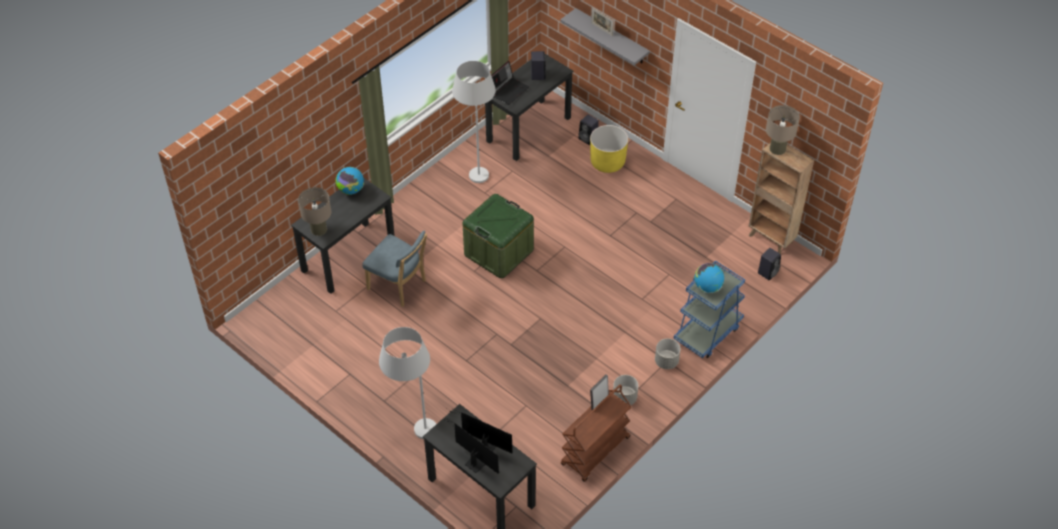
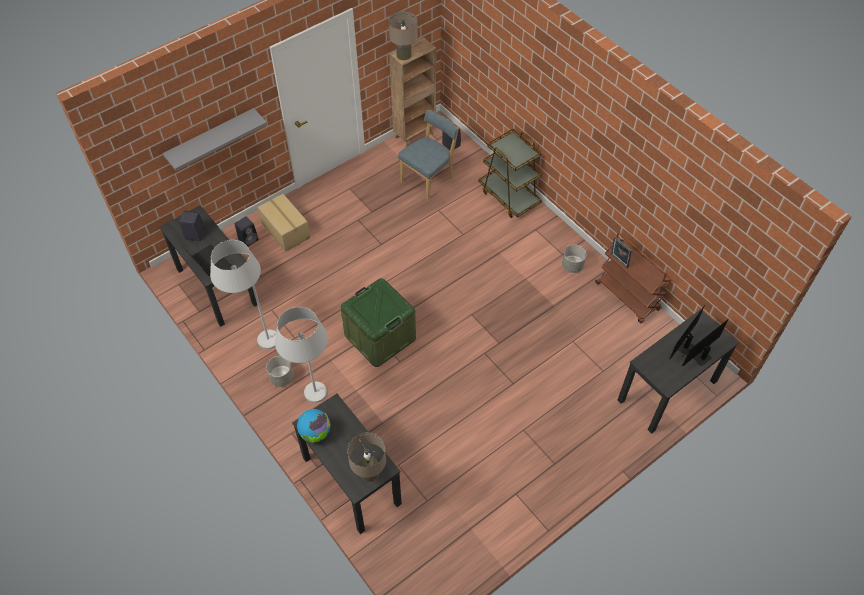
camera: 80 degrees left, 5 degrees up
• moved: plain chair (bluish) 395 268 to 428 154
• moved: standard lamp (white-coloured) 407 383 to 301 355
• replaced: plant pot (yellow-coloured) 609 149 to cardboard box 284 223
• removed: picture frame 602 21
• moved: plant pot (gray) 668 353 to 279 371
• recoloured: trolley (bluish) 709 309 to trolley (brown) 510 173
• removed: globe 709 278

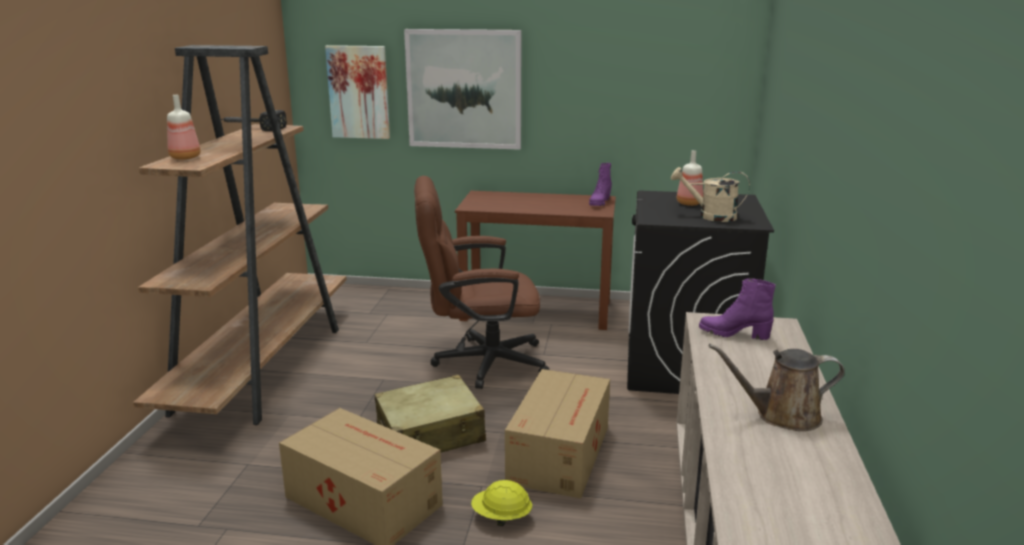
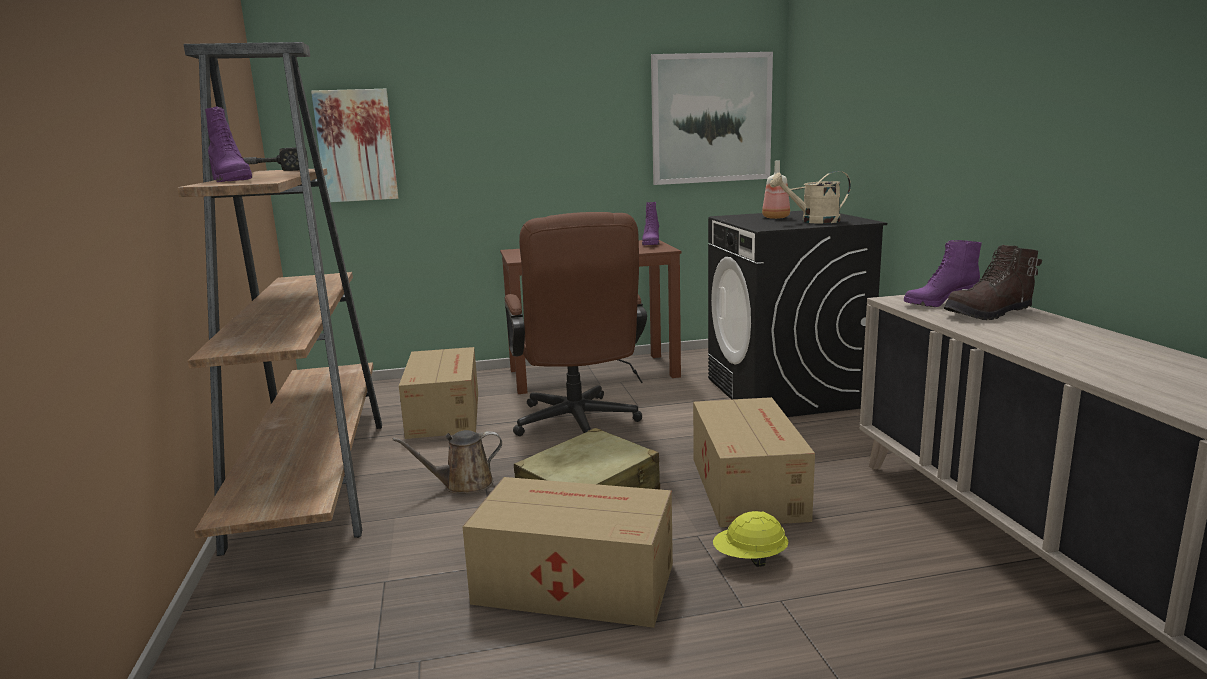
camera: 20 degrees left, 5 degrees down
• replaced: drink bottle 184 127 to boot (purple-coloured) 228 144
• moved: picture 463 89 to 712 118
• turned: desk chair (brown) 482 282 = 575 324 75 degrees counterclockwise
• moved: watering can (brown) 777 387 to 447 462
• added: cardboard box 438 393
• added: boot (brown) 993 282

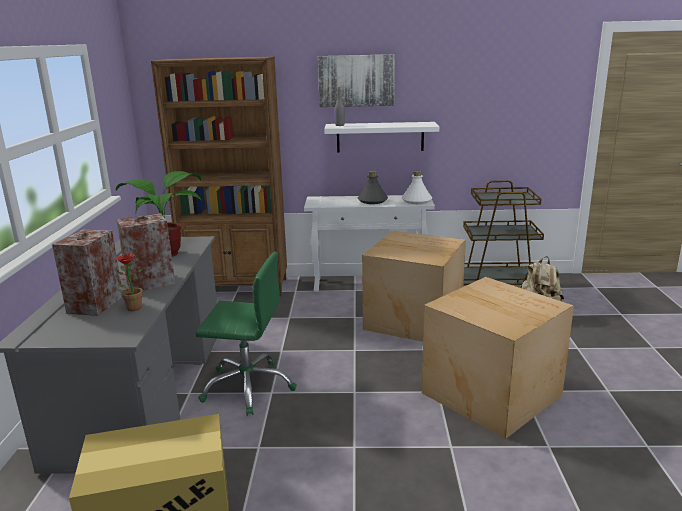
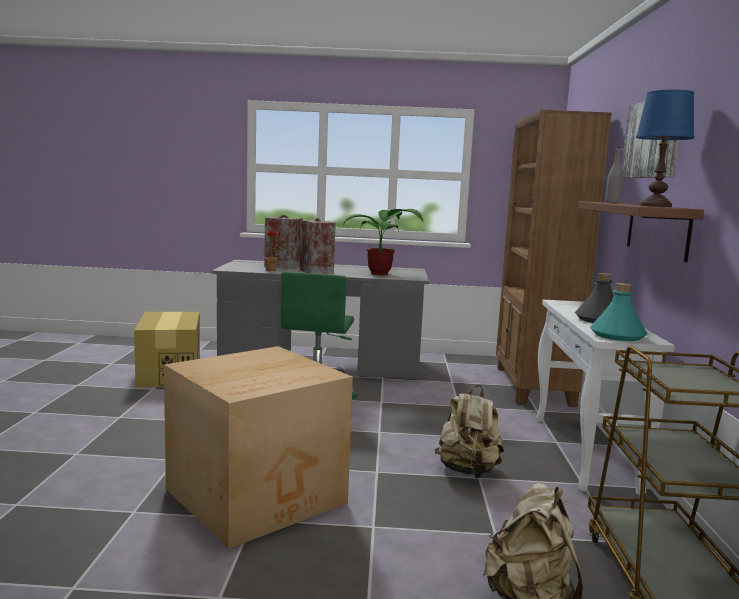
camera: 90 degrees right, 10 degrees down
• recoloured: bracket shelf (white-coloured) 381 137 to bracket shelf (brown) 641 231
• replaced: cardboard box 414 286 to rucksack (beige-coloured) 469 431
• recoloured: drink bottle (white-coloured) 417 187 to drink bottle (turquoise) 619 312
• added: table lamp (bluish) 665 148

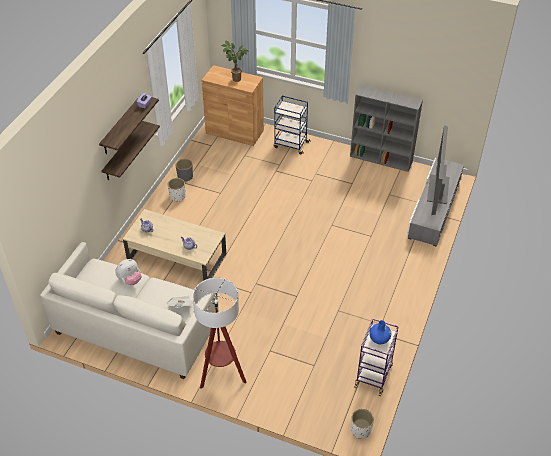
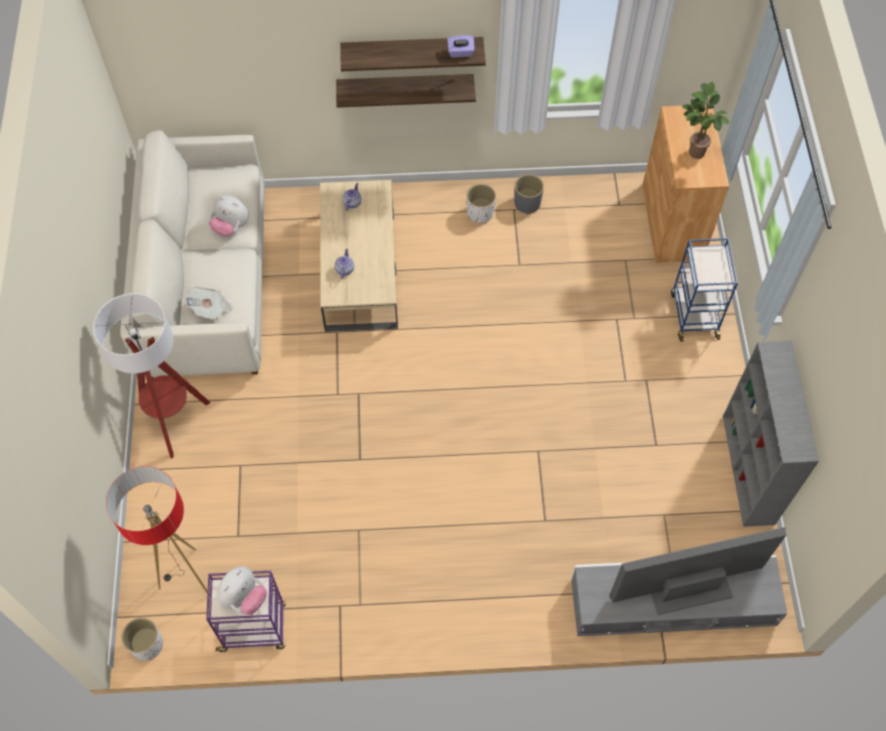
camera: 65 degrees right, 15 degrees up
• replaced: flower vase (bluish) 380 332 to cuddly toy 242 590
• added: standard lamp 158 531

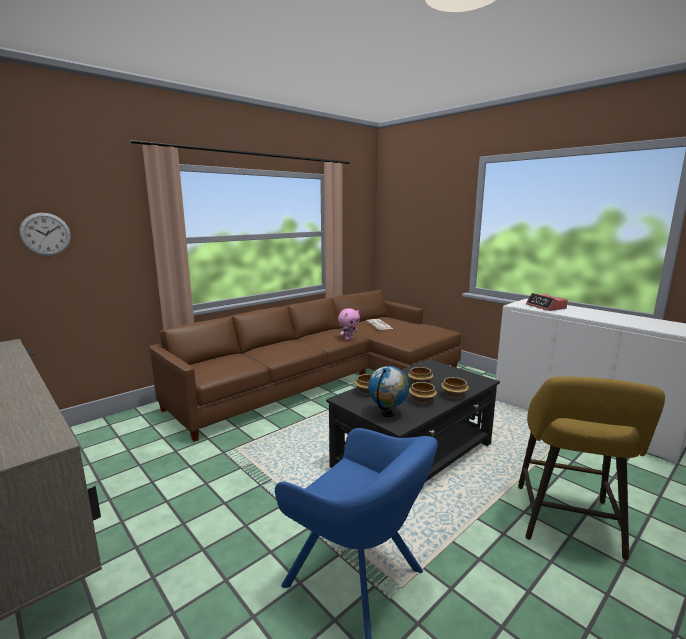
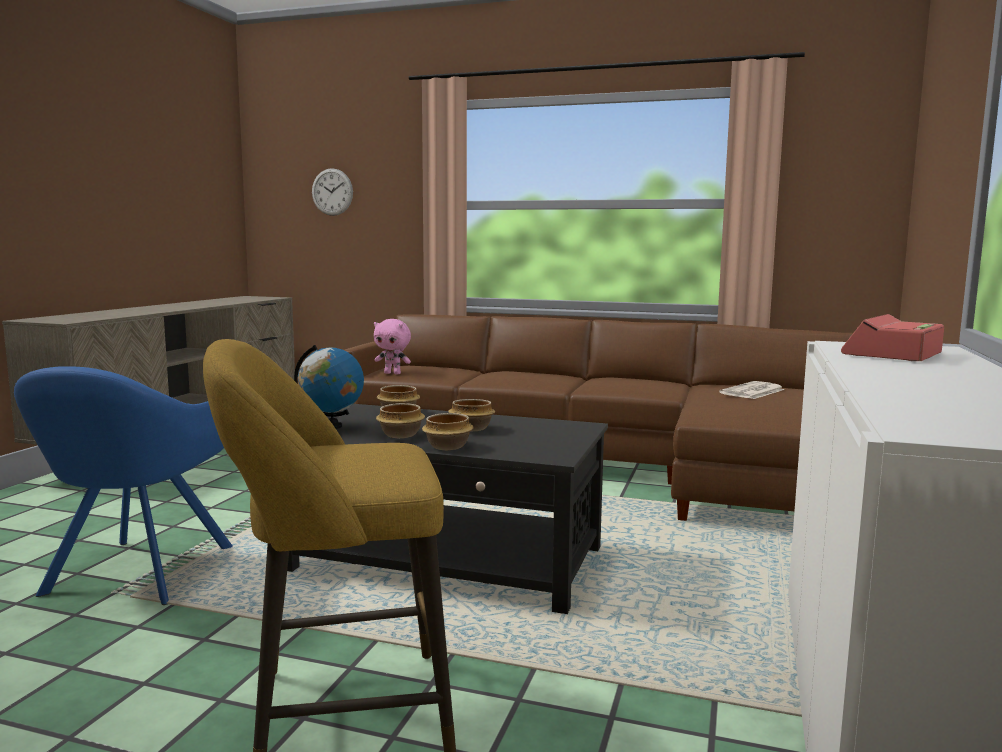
camera: 60 degrees right, 5 degrees down
• moved: cuddly toy (pinkish) 349 324 to 392 347

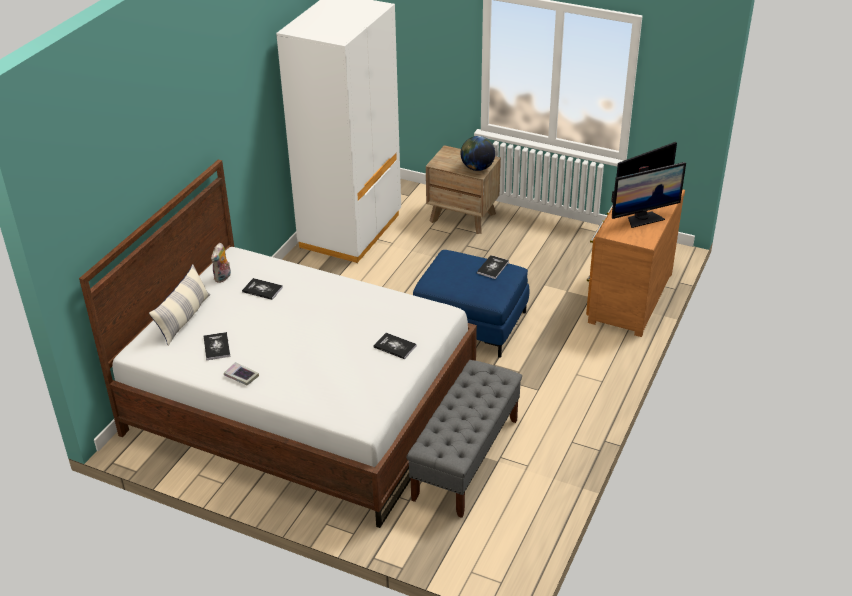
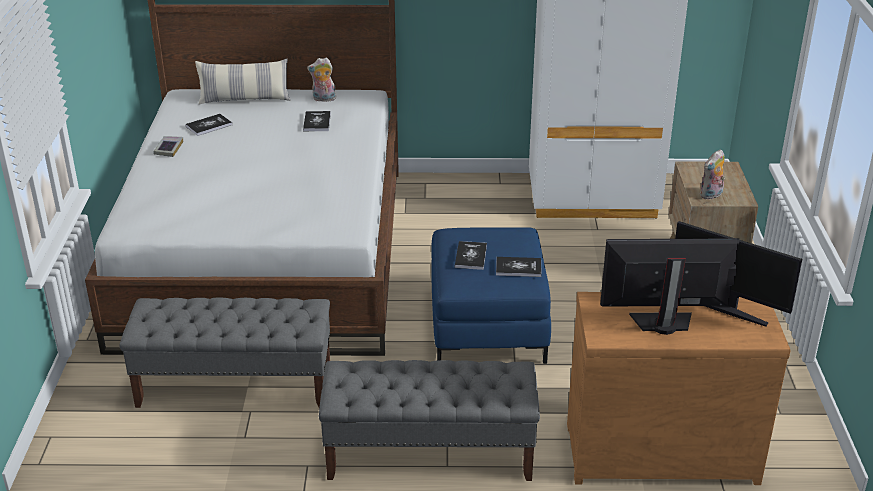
camera: 65 degrees right, 5 degrees down
• moved: bound book 395 346 to 471 255
• replaced: globe 478 153 to cuddly toy 712 174
• turned: computer display 648 195 = 670 286 135 degrees clockwise
• added: long seat (gray) 429 420

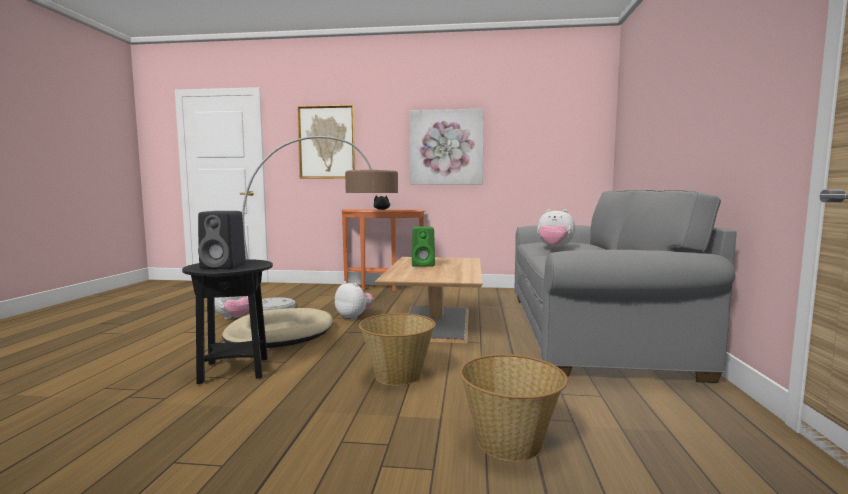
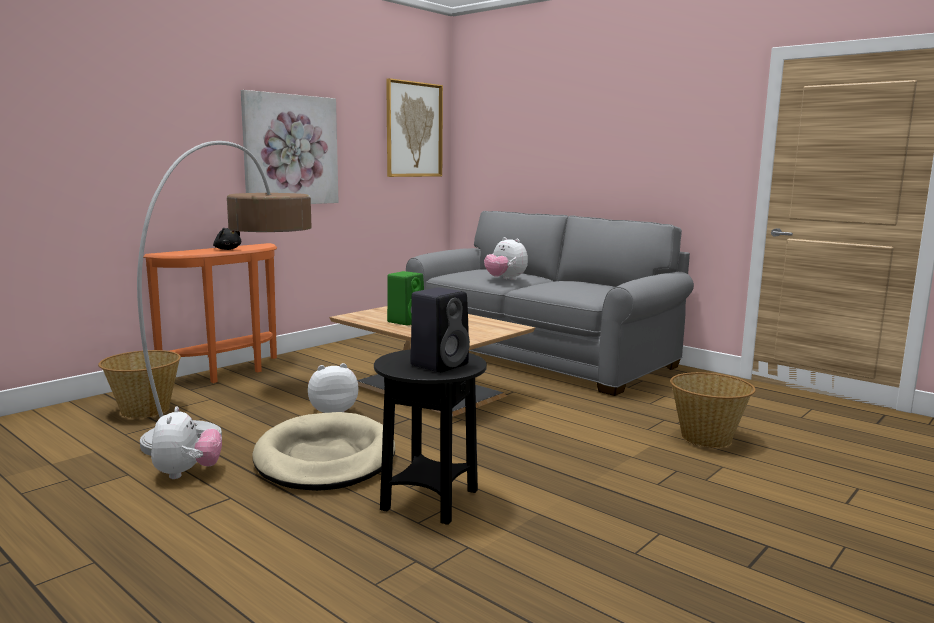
camera: 55 degrees left, 5 degrees up
• moved: picture 326 142 to 414 127
• moved: household basket 397 349 to 139 384
• turned: cuddly toy 556 229 = 506 258 75 degrees clockwise

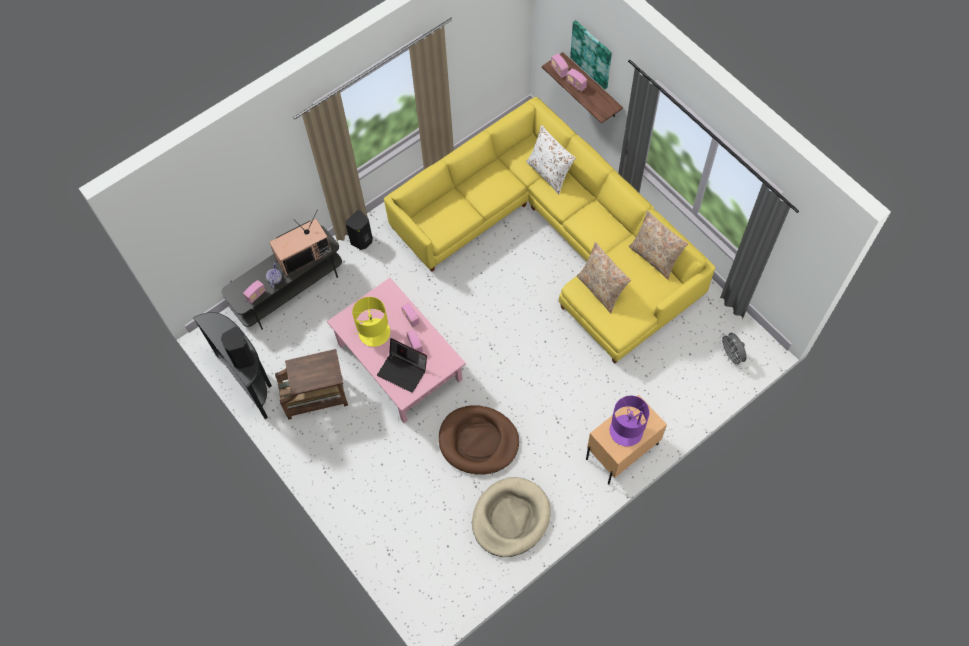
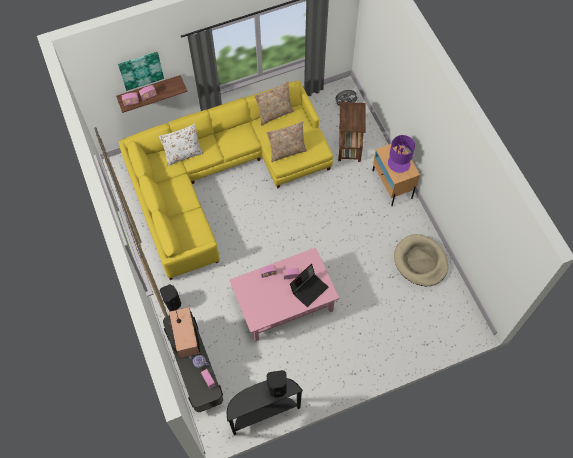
camera: 75 degrees left, 0 degrees up
• moved: side table (brown) 311 384 to 352 132
• removed: table lamp (yellow-coloured) 371 322
• removed: dog cushion (brown) 479 440

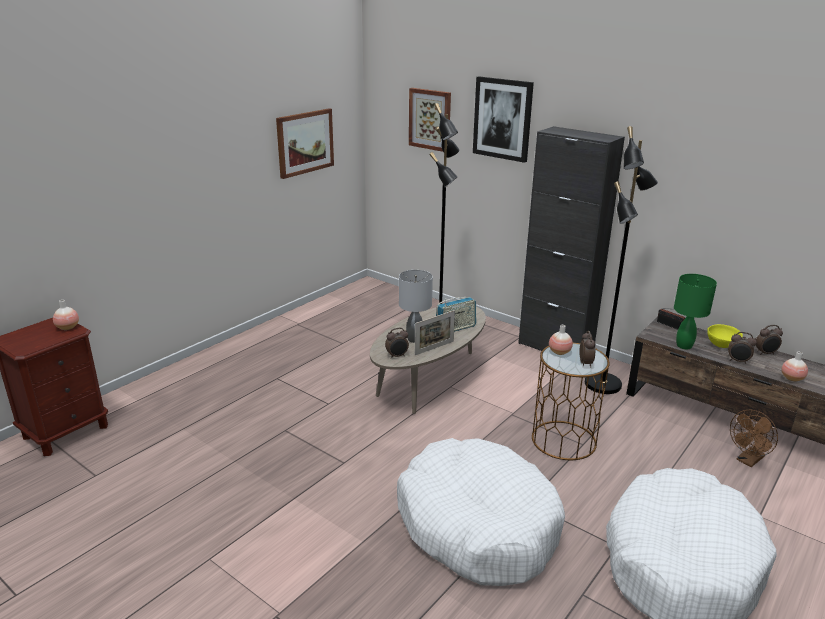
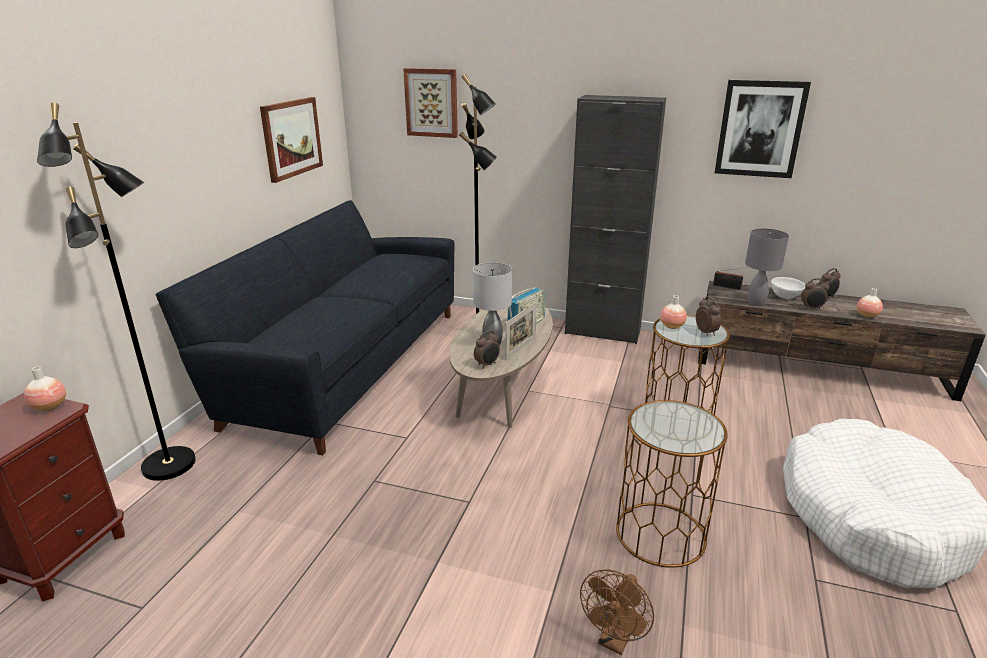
camera: 20 degrees left, 0 degrees up
• replaced: dog cushion (white-coloured) 481 512 to side table (brown) 672 484
• moved: picture 503 120 to 763 129
• moved: standard lamp (black) 621 260 to 116 291
• recoloured: table lamp (green-coloured) 695 311 to table lamp (gray) 767 267
• recoloured: bowl (yellow-coloured) 725 336 to bowl (white-coloured) 788 288
• moved: fan (brown) 754 438 to 617 612
• added: sofa (black) 305 328

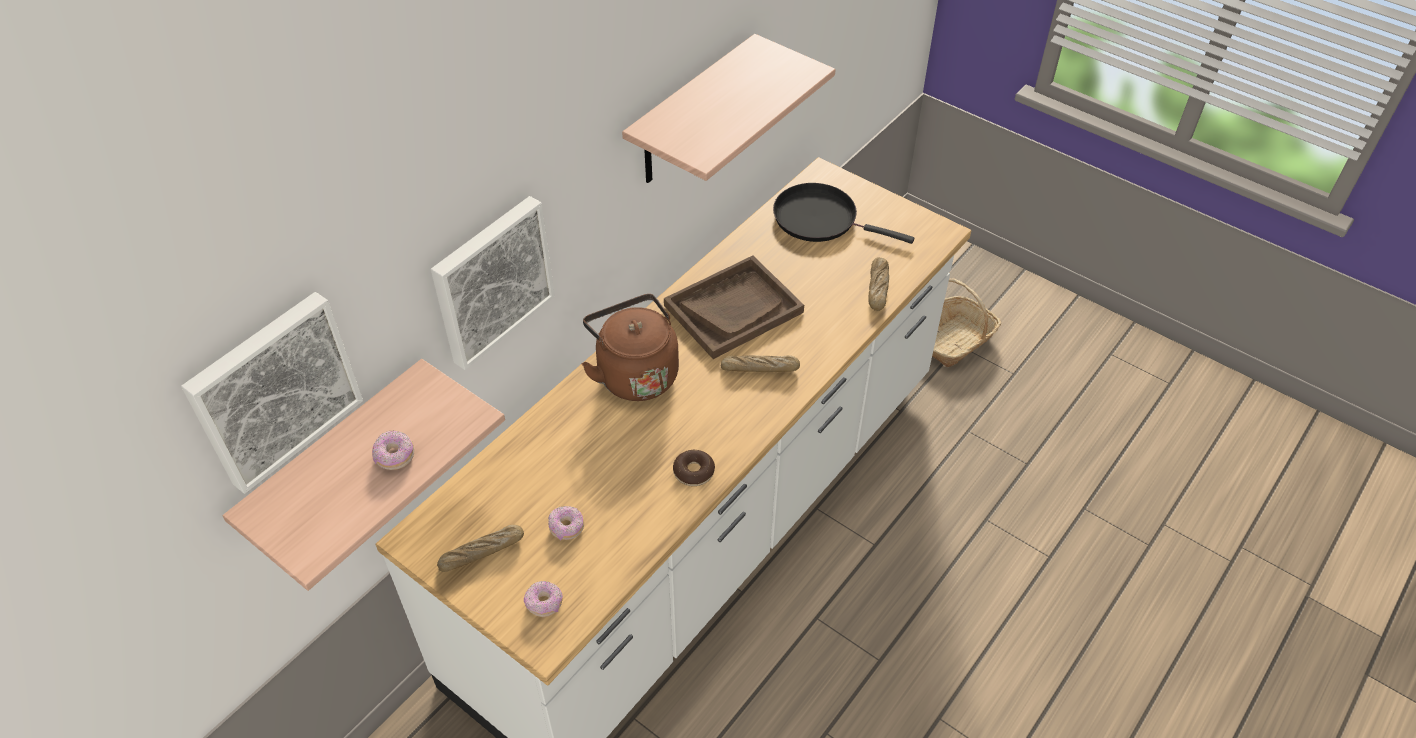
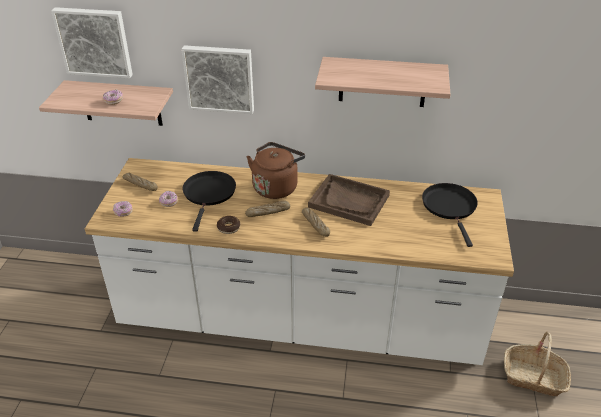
camera: 60 degrees right, 10 degrees down
• moved: baked bread 878 284 to 267 208
• added: pan (black) 209 201

